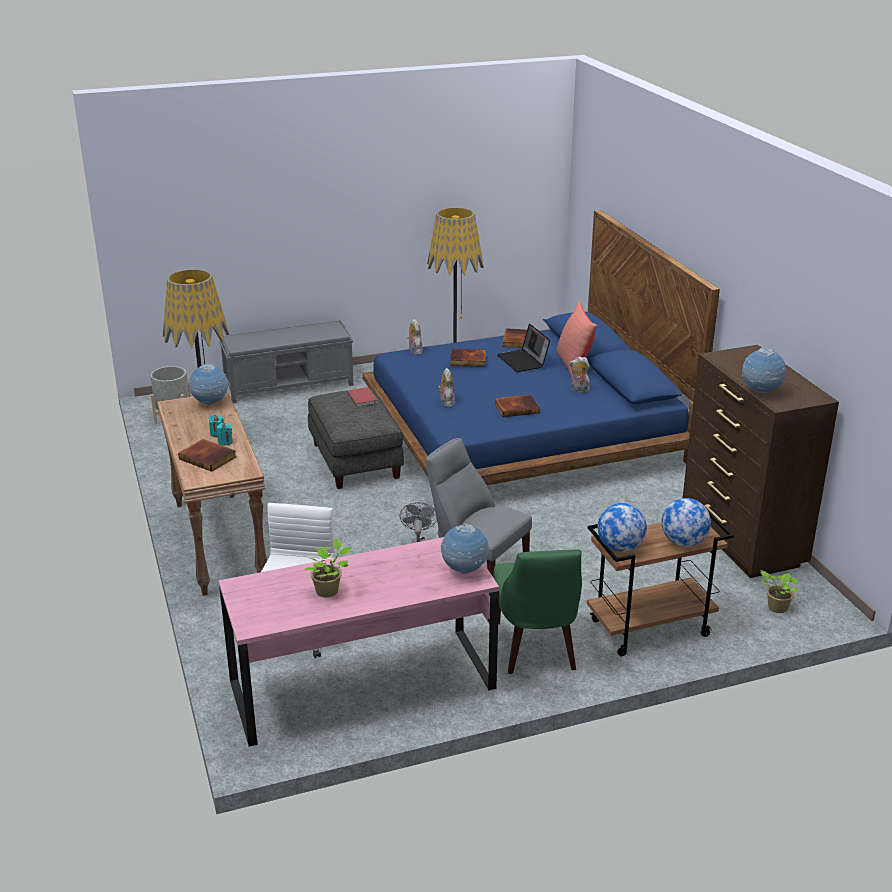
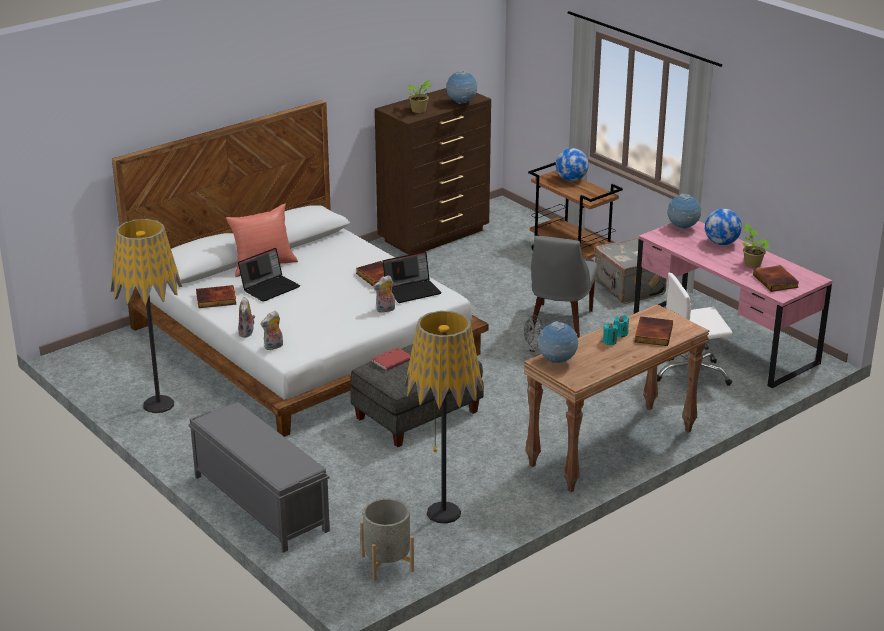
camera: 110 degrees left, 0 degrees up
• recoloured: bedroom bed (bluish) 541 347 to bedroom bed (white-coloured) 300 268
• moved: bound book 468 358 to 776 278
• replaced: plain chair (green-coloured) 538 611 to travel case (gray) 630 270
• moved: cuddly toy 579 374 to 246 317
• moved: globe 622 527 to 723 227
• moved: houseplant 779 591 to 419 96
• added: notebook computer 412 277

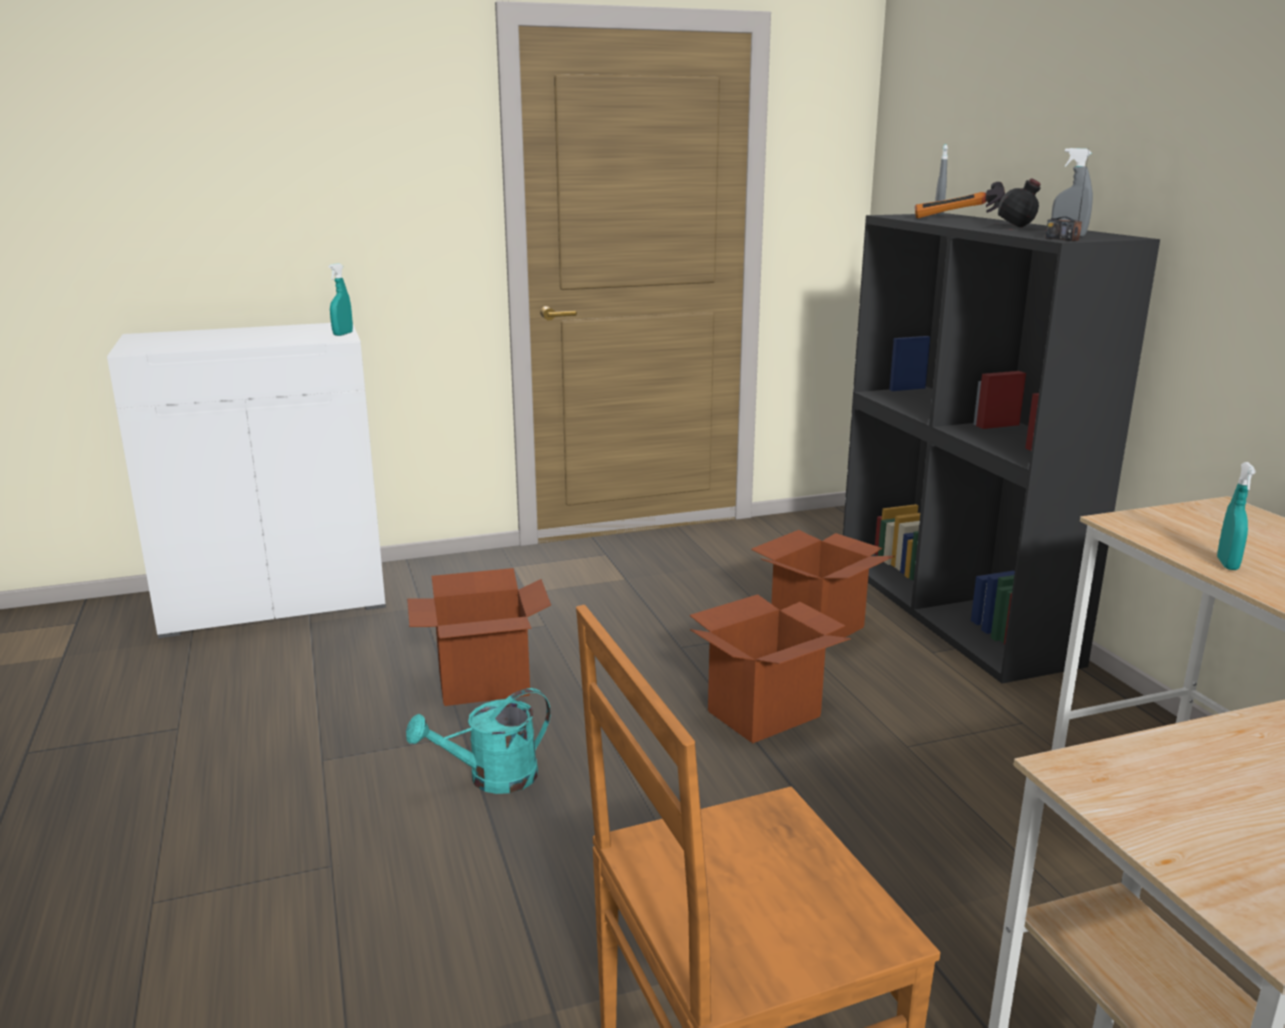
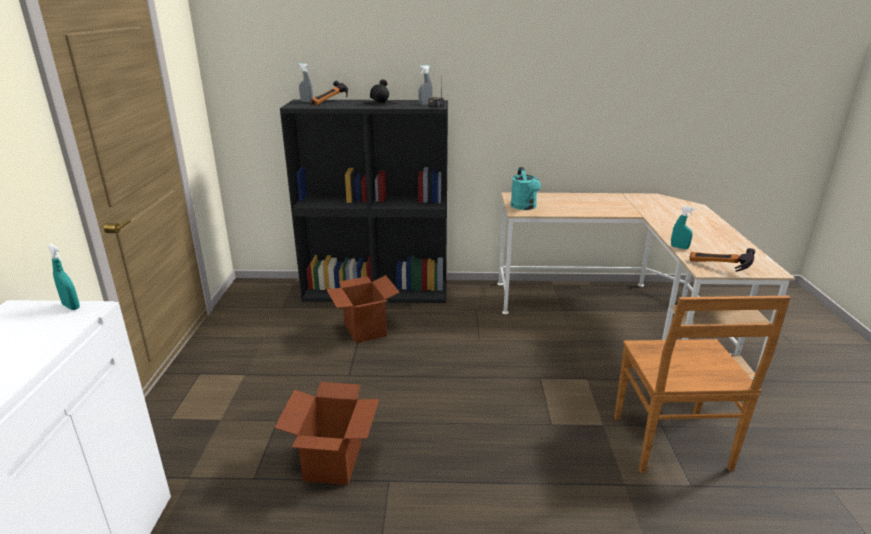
camera: 70 degrees left, 5 degrees up
• moved: watering can (turquoise) 478 741 to 526 188
• removed: cardboard box 770 668
• moved: hand sprayer (turquoise) 1236 516 to 683 227
• added: tool hammer 722 260

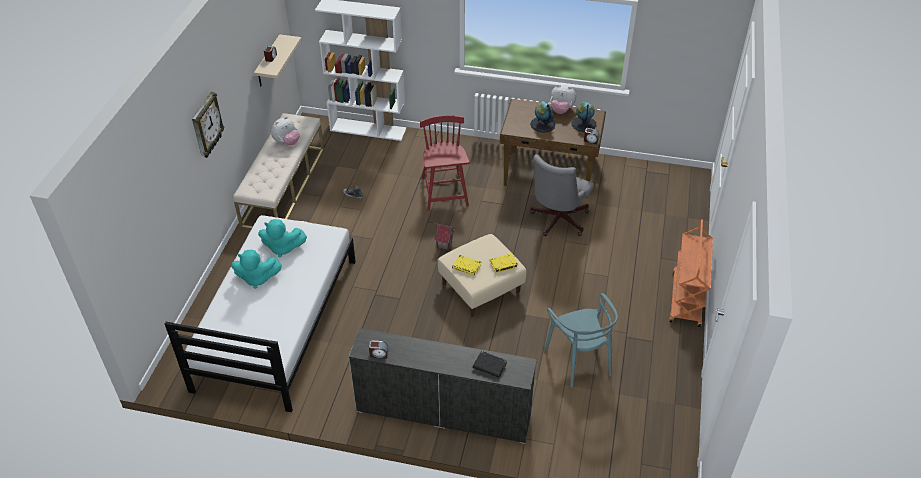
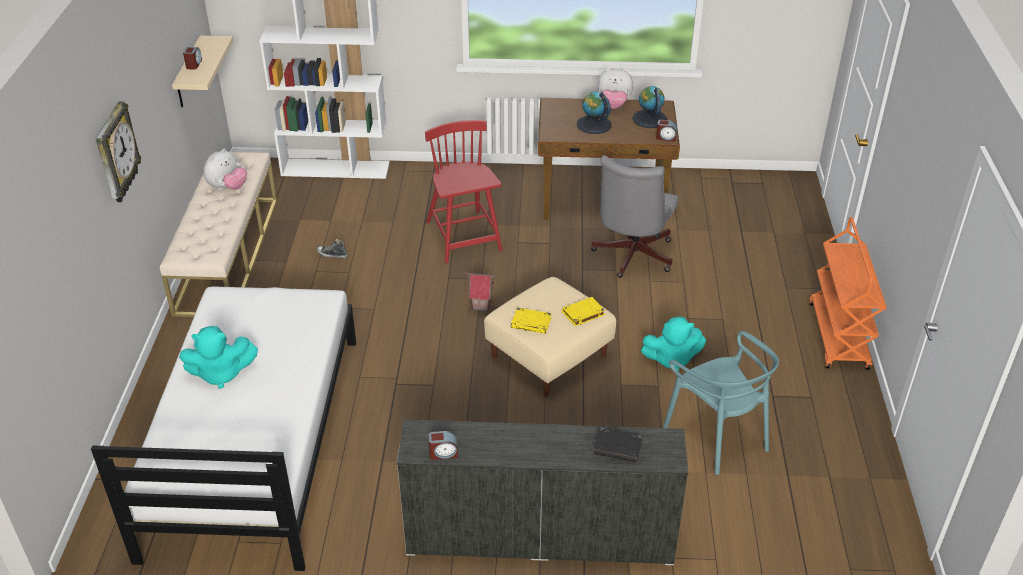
camera: 10 degrees left, 5 degrees down
• moved: cuddly toy (turquoise) 282 238 to 673 344

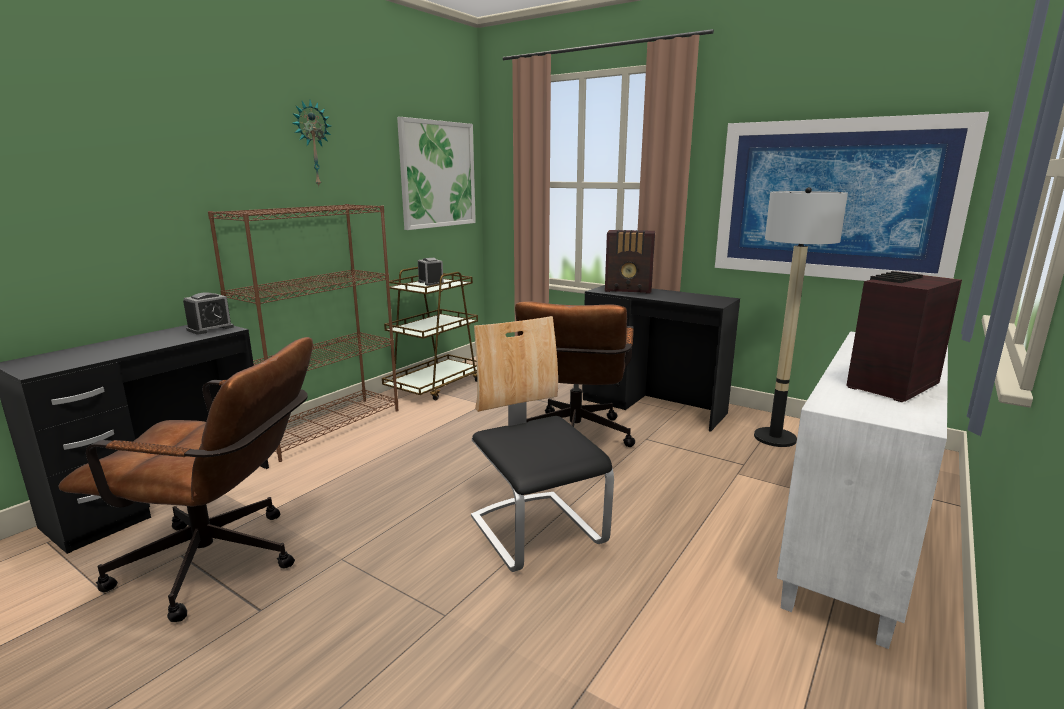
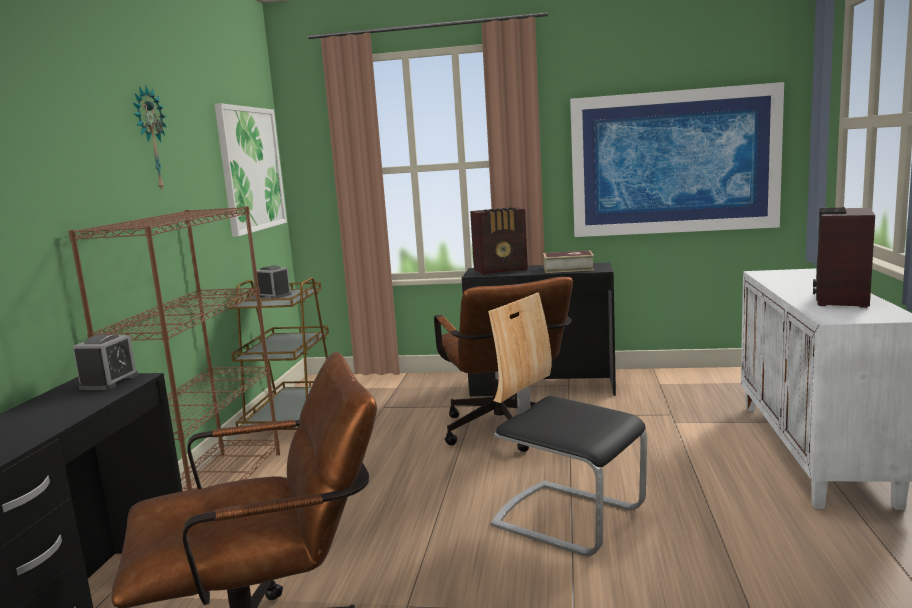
camera: 25 degrees left, 5 degrees down
• removed: standard lamp 801 317
• added: bound book 568 261

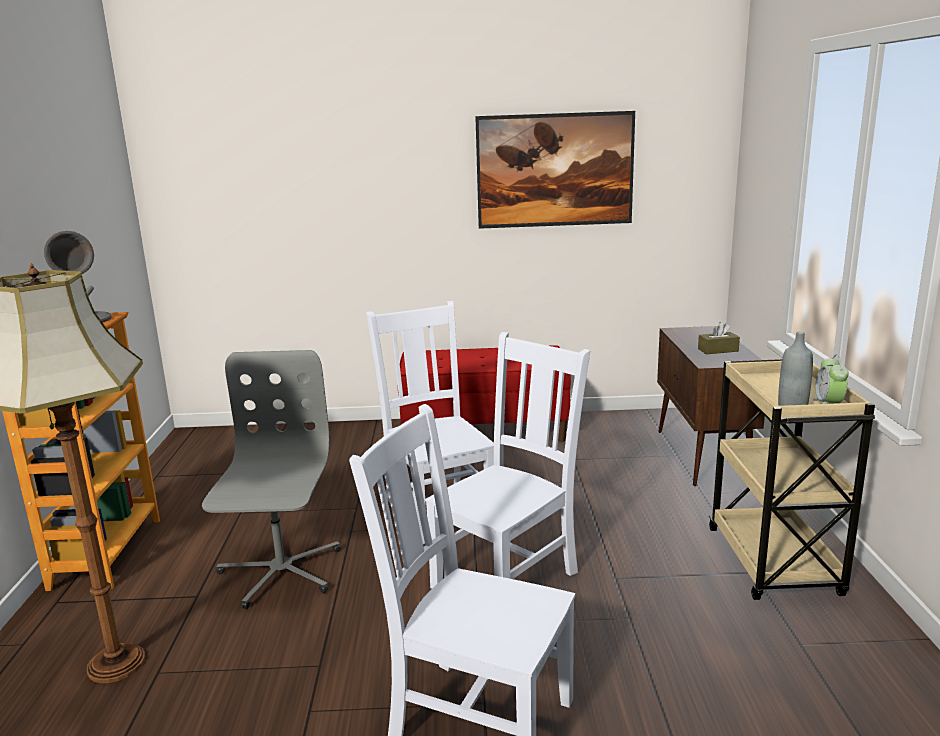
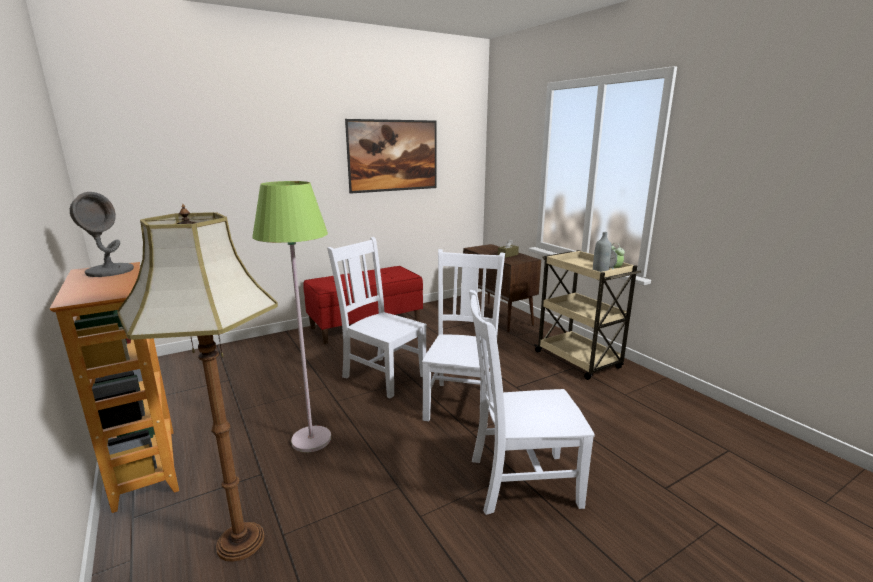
camera: 30 degrees left, 0 degrees up
• replaced: desk chair (gray) 271 479 to standard lamp (green-coloured) 291 316

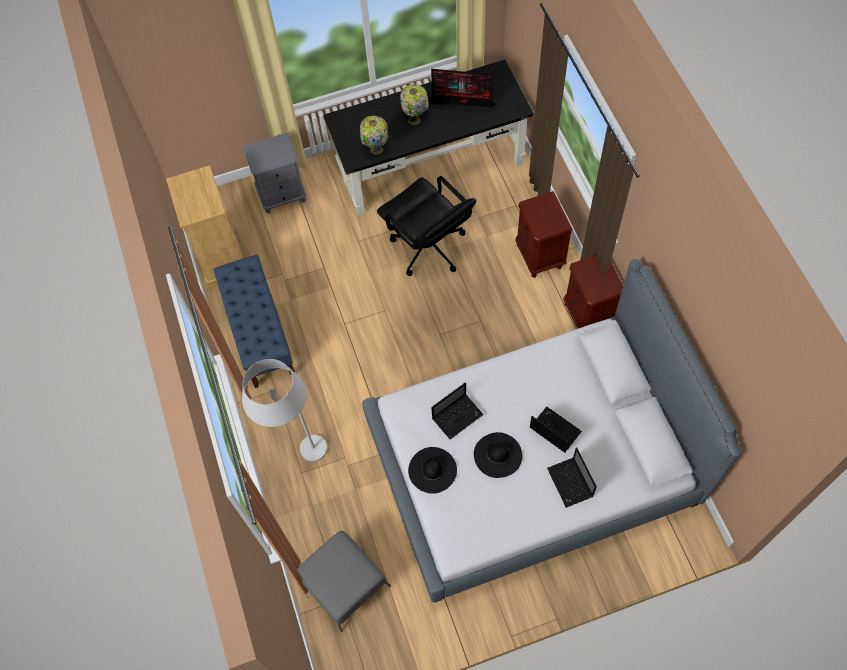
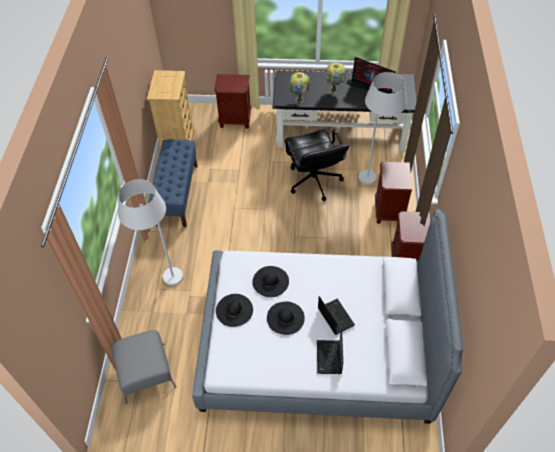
camera: 20 degrees right, 10 degrees down
• recoloured: night table (gray) 274 173 to night table (brown) 232 101
• replaced: notebook computer 457 410 to hat (black) 270 281
• added: standard lamp (white-coloured) 383 128

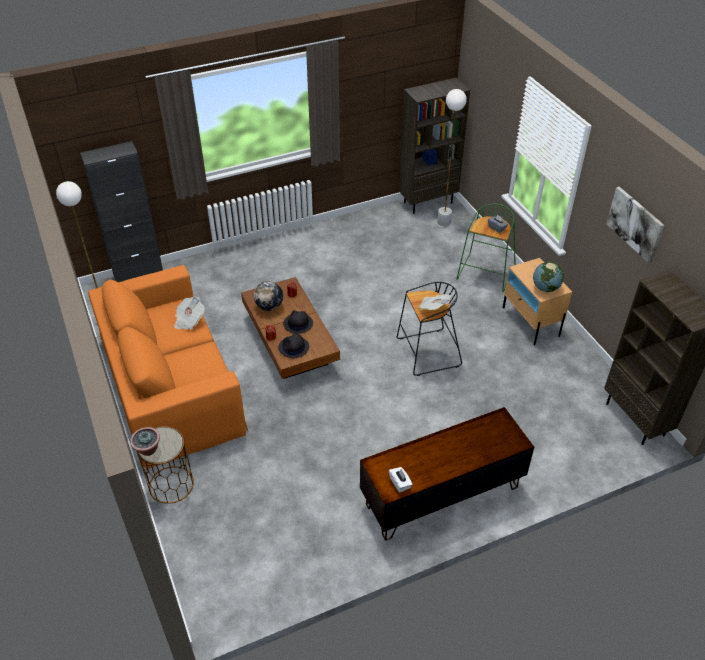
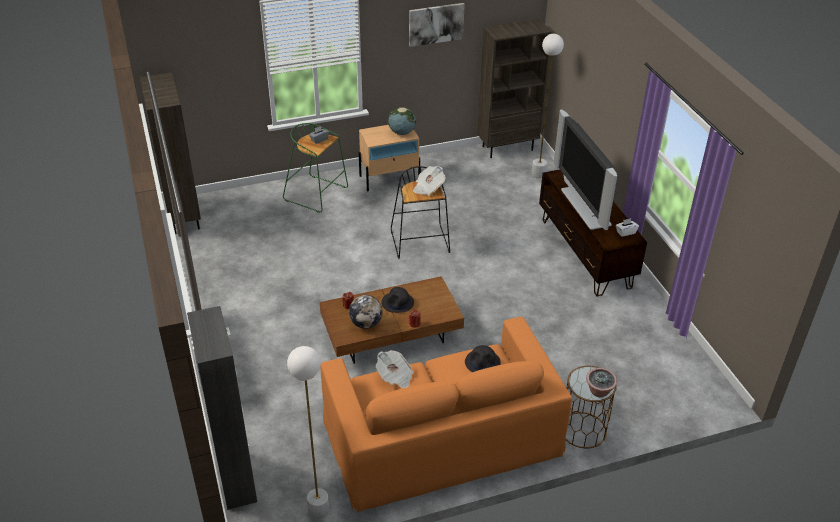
camera: 85 degrees left, 5 degrees down
• moved: hat (black) 293 345 to 483 358
• moved: standard lamp (white-coloured) 452 157 to 548 106
• added: television 585 170

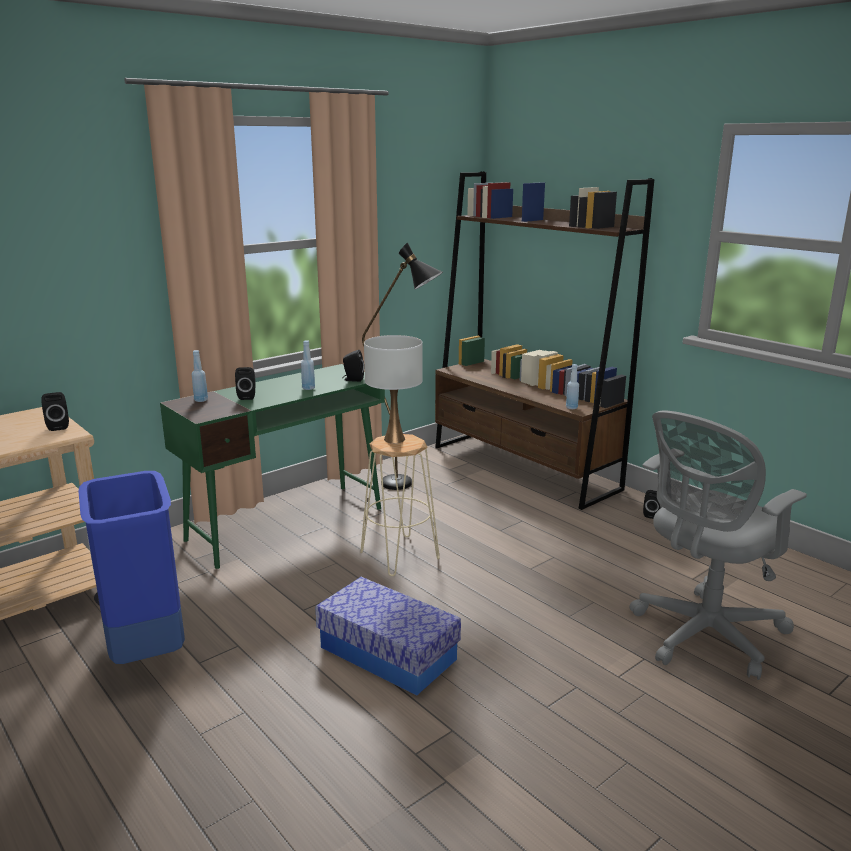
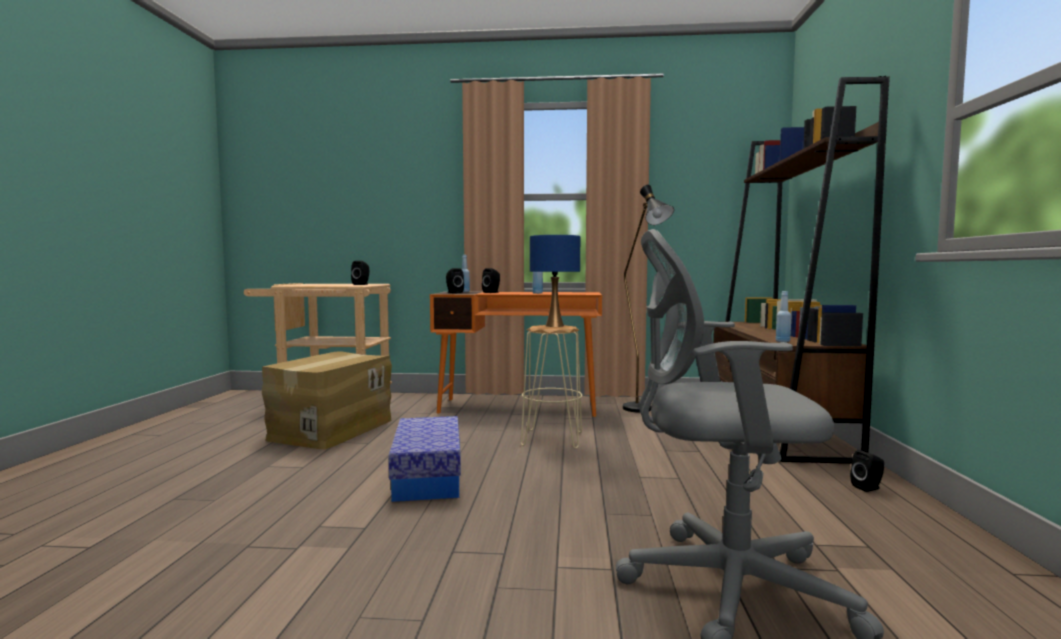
camera: 45 degrees right, 15 degrees down
• replaced: waste bin (bluish) 132 567 to cardboard box 327 400
• recoloured: desk (green-coloured) 272 466 to desk (orange) 516 354
• moved: loudspeaker (black) 353 366 to 455 280
• recoloured: table lamp (white-coloured) 393 389 to table lamp (bluish) 555 281

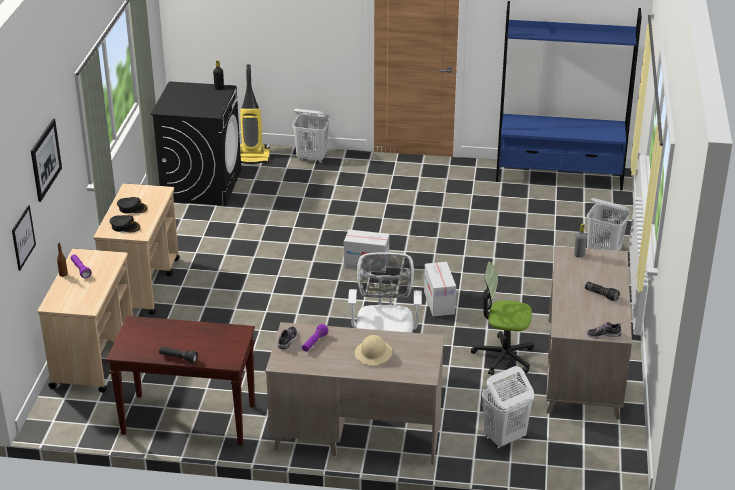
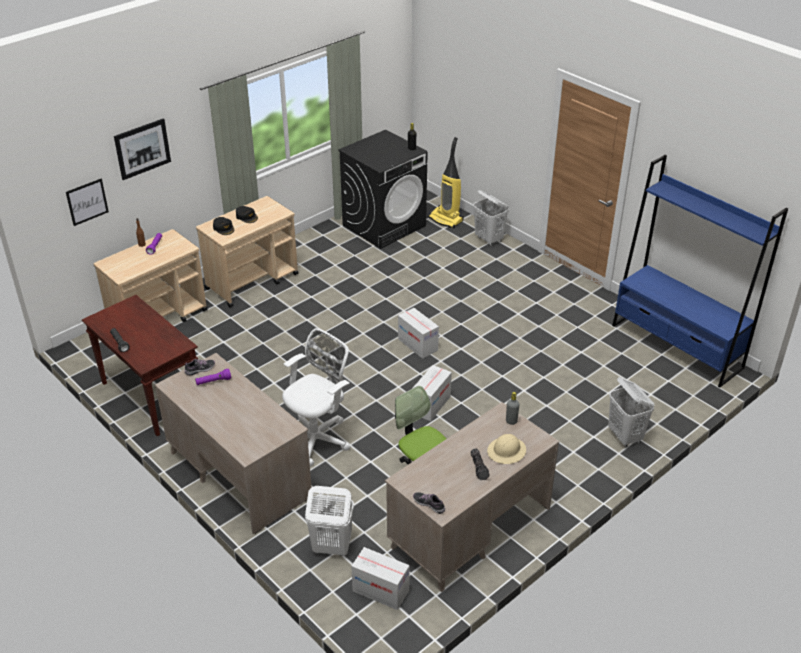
camera: 40 degrees right, 5 degrees up
• moved: work helmet (beige-coloured) 373 350 to 506 449
• added: cardboard box 380 578

